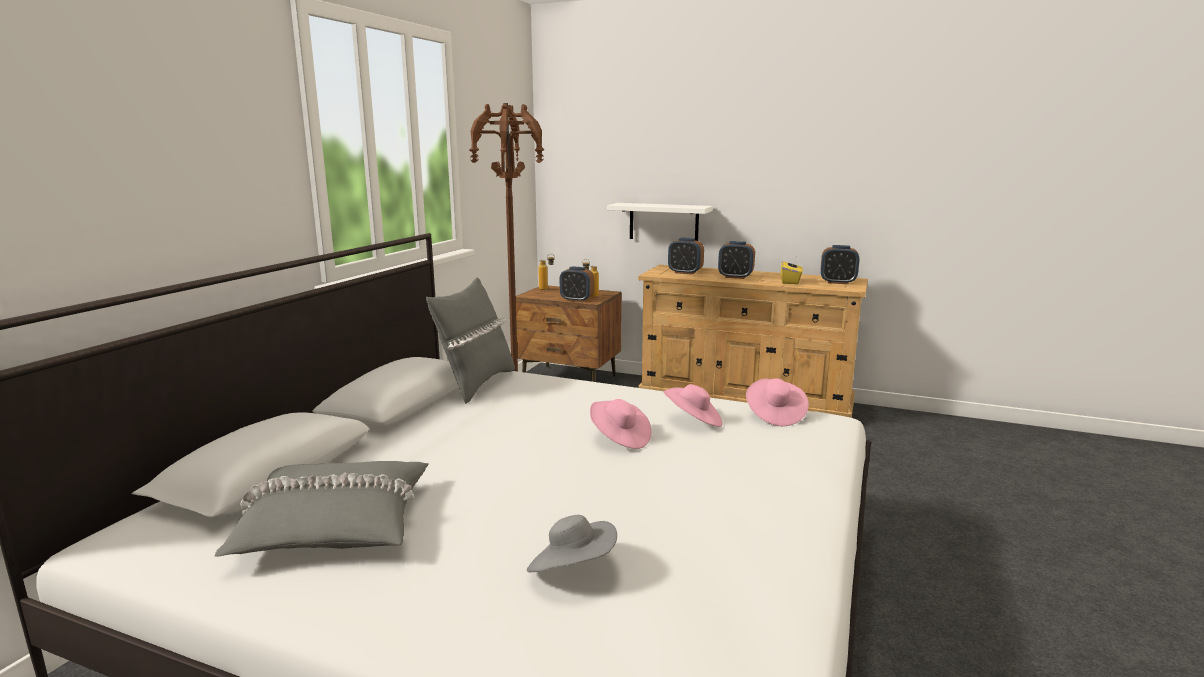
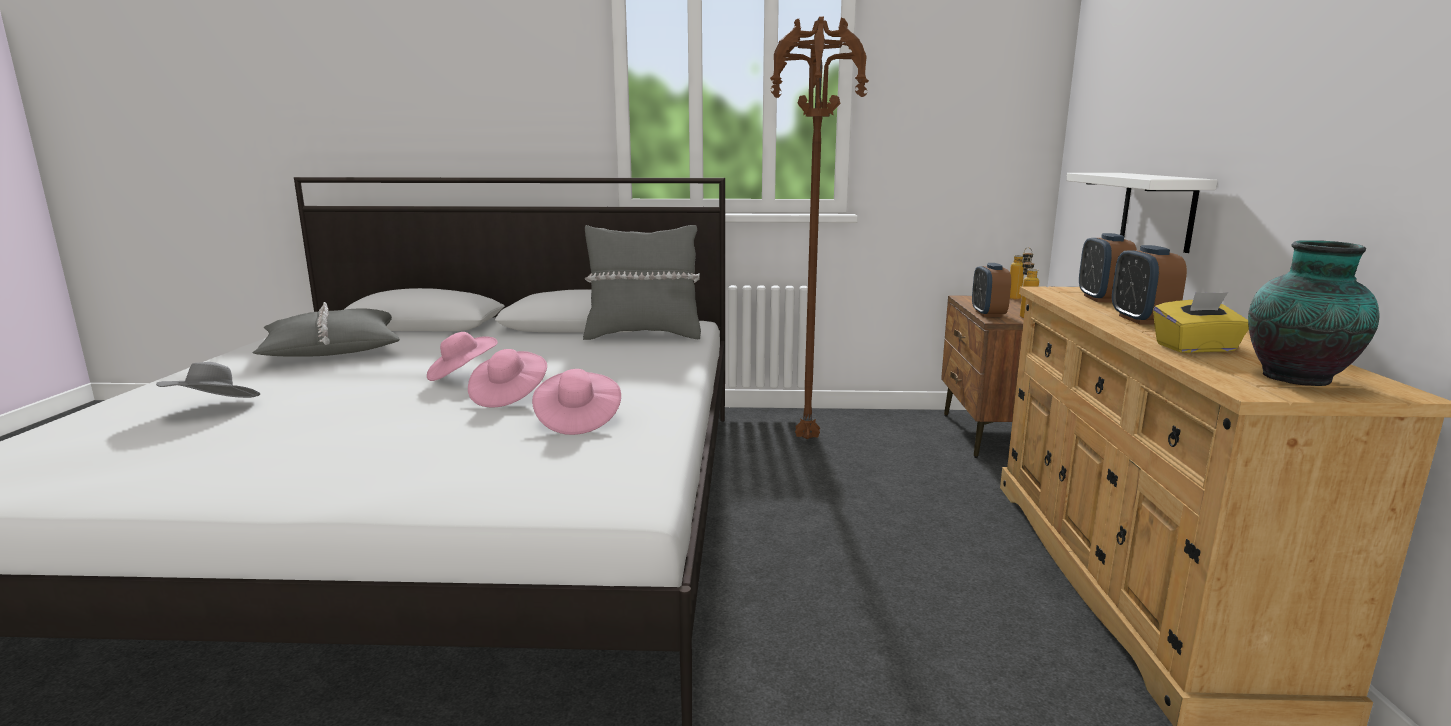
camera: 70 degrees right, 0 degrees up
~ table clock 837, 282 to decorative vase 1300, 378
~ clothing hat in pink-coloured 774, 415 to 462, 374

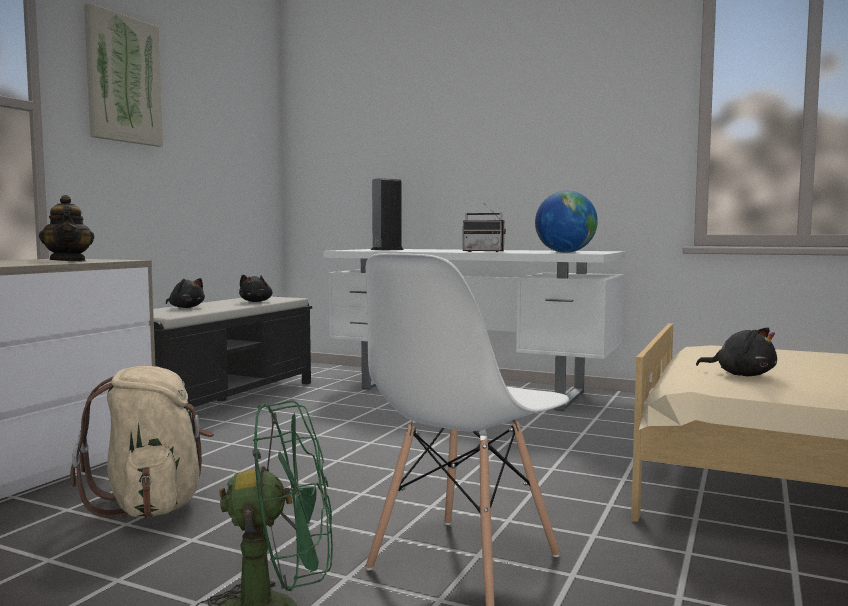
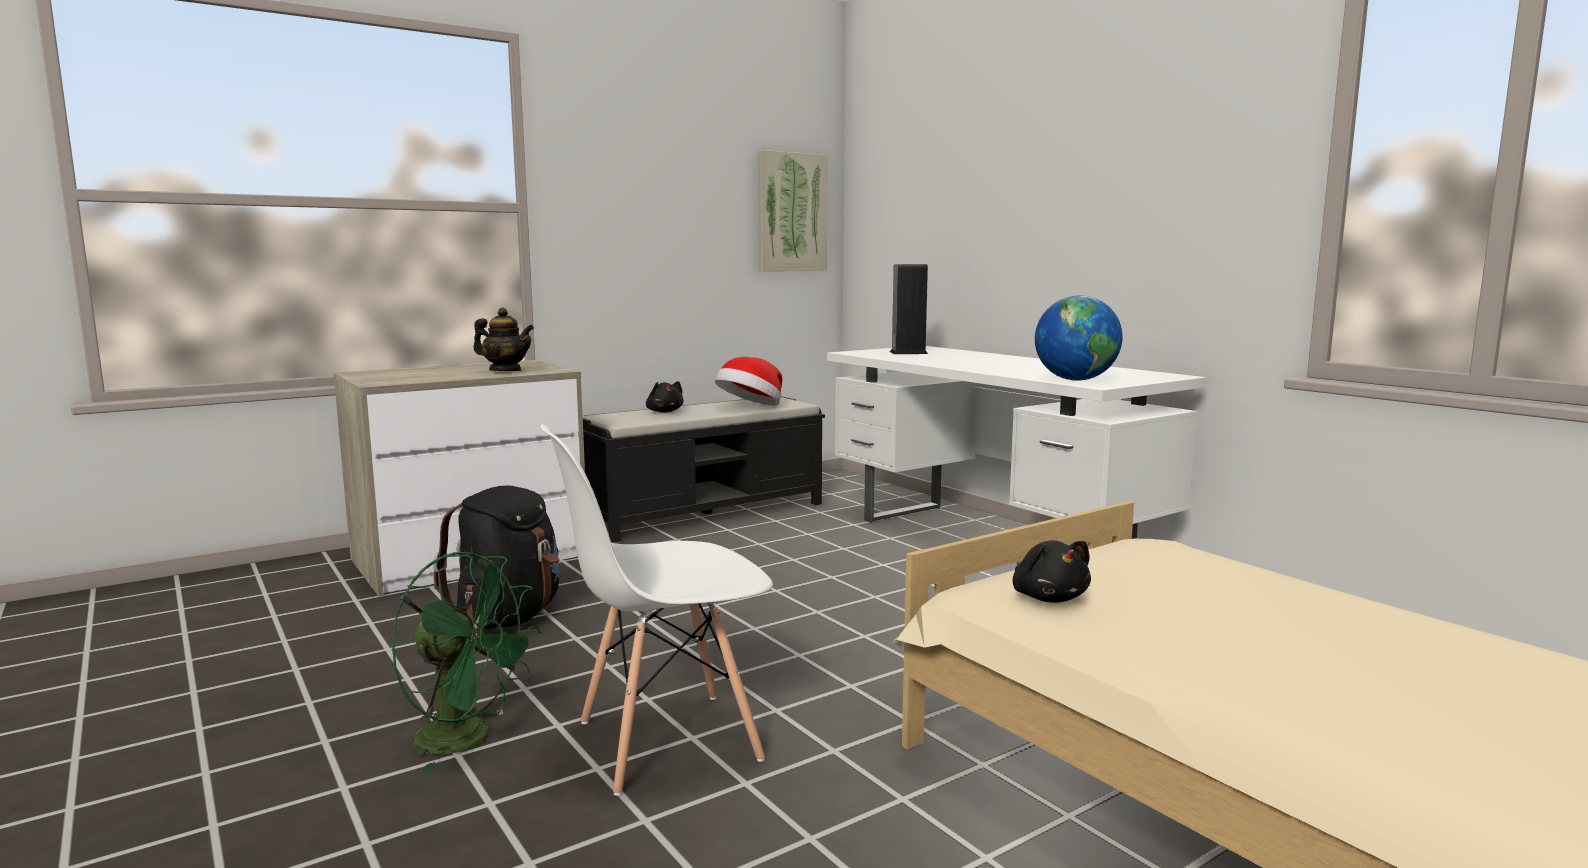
camera: 30 degrees right, 5 degrees up
~ picture 123, 79 to 791, 212
~ teapot 68, 261 = 505, 371 75 degrees counterclockwise
- radio receiver 485, 251
~ plush toy in black-coloured 256, 301 to clothing hat 750, 407
~ rucksack in beige-coloured 152, 505 to rucksack in black-coloured 509, 617

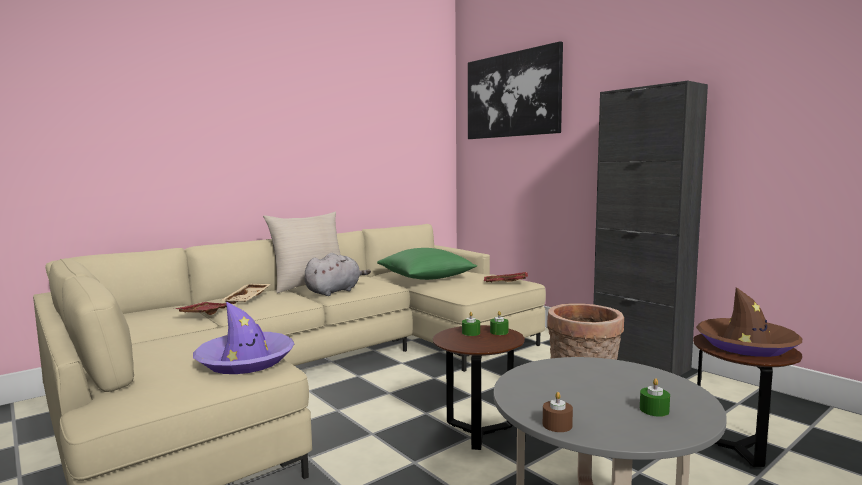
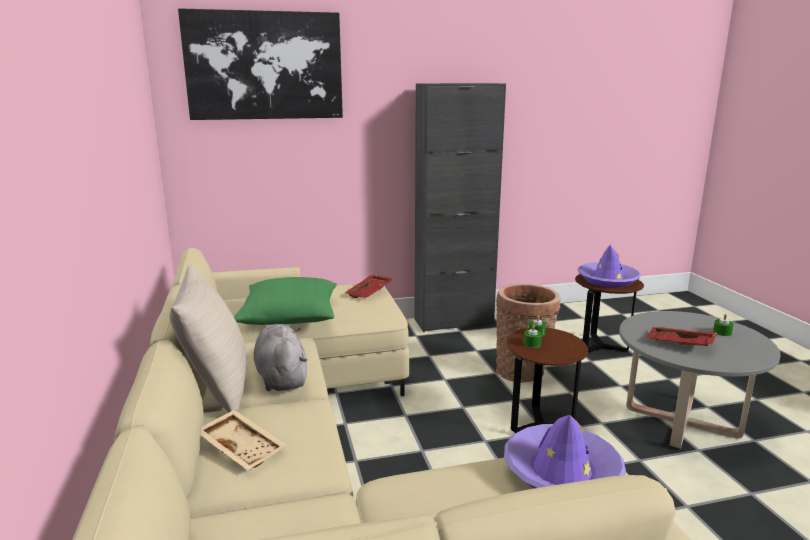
camera: 65 degrees left, 10 degrees up
~ clothing hat in brown-coloured 746, 345 to clothing hat in purple-coloured 607, 280
~ tray in reddish 203, 314 to 679, 344
- wax candle in brown-coloured 557, 425

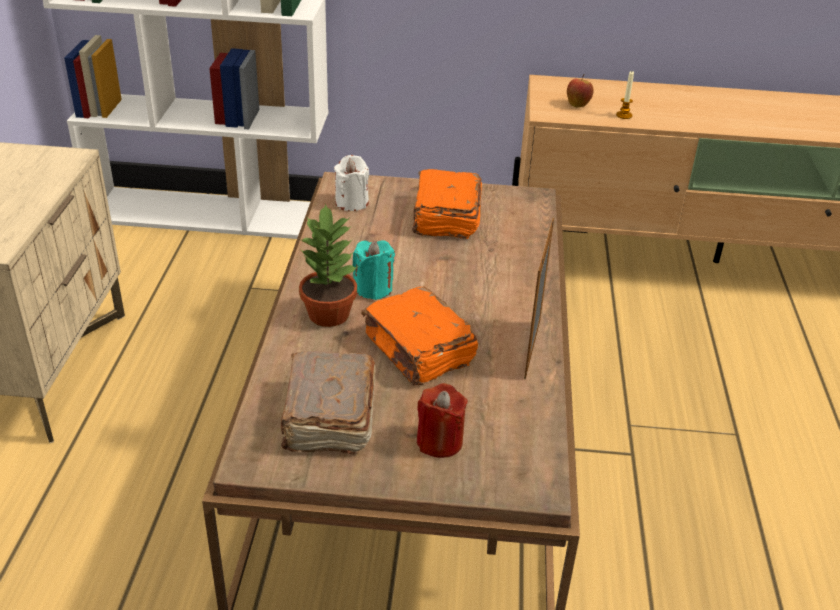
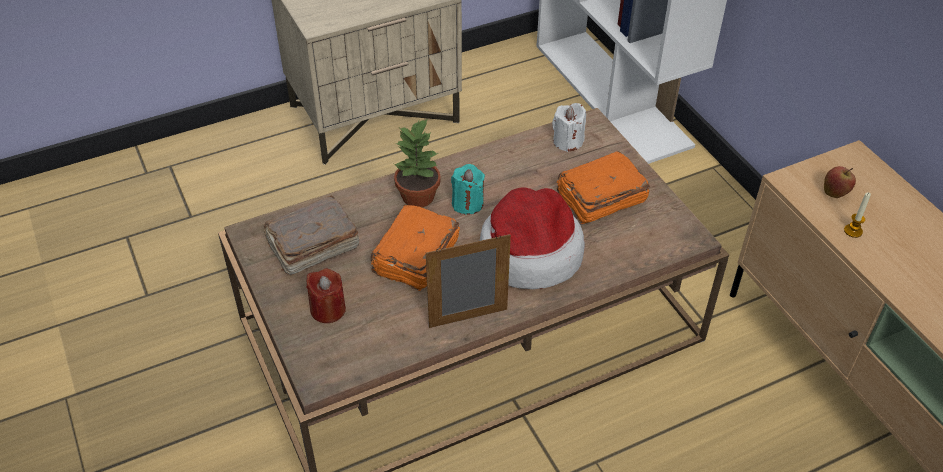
camera: 60 degrees right, 10 degrees up
+ clothing hat 529, 253

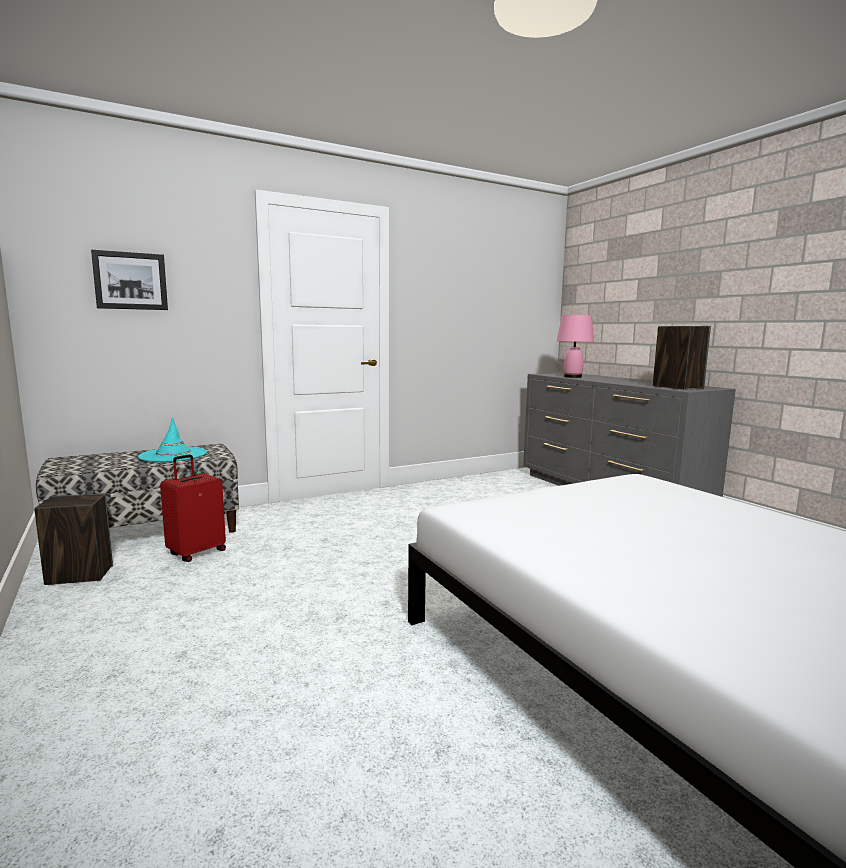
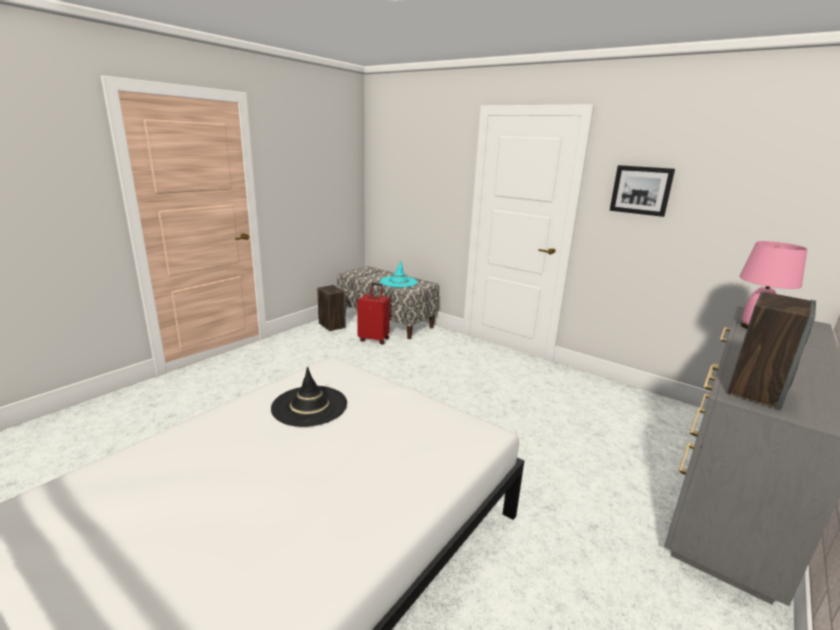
camera: 65 degrees right, 10 degrees up
~ picture 130, 281 to 641, 190
+ clothing hat in black-coloured 309, 406

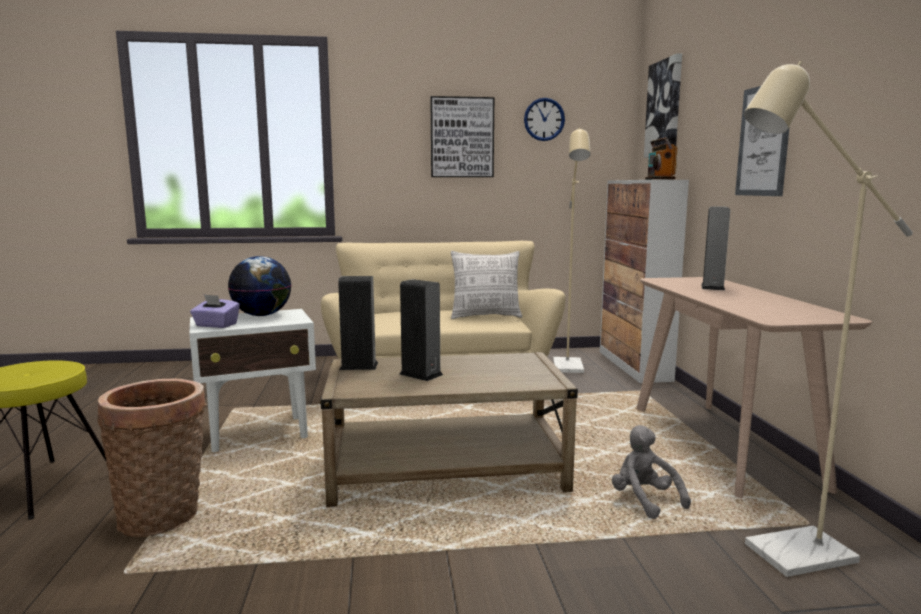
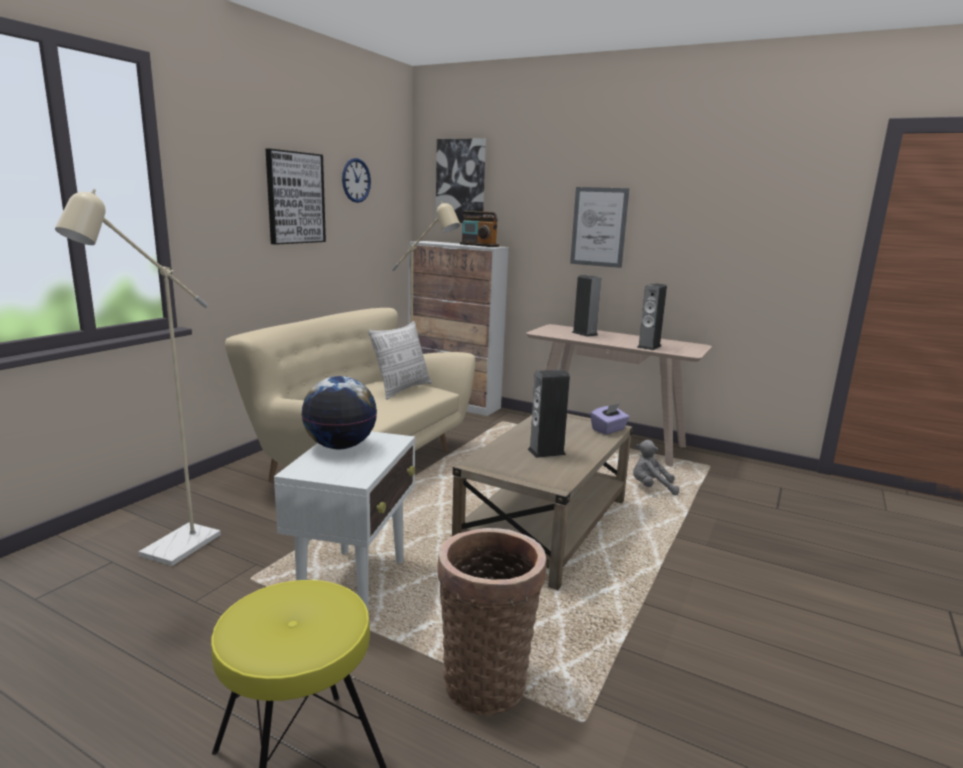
camera: 55 degrees left, 5 degrees up
~ standard lamp in beige-coloured 785, 556 to 170, 552
~ speaker 359, 366 to 649, 347
~ box of tissues in purple-coloured 216, 325 to 608, 430

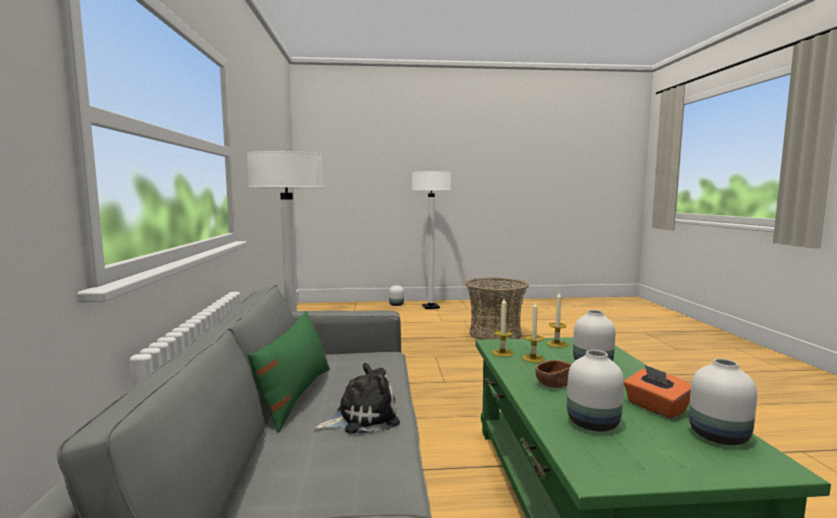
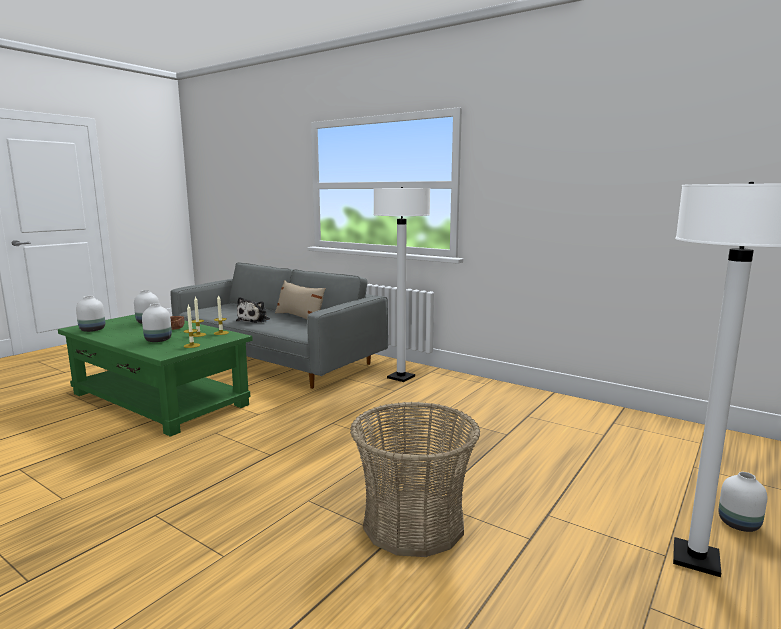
camera: 130 degrees right, 5 degrees up
~ throw pillow in greenish 295, 395 to throw pillow in beige-coloured 300, 318
- box of tissues in orangey 655, 408

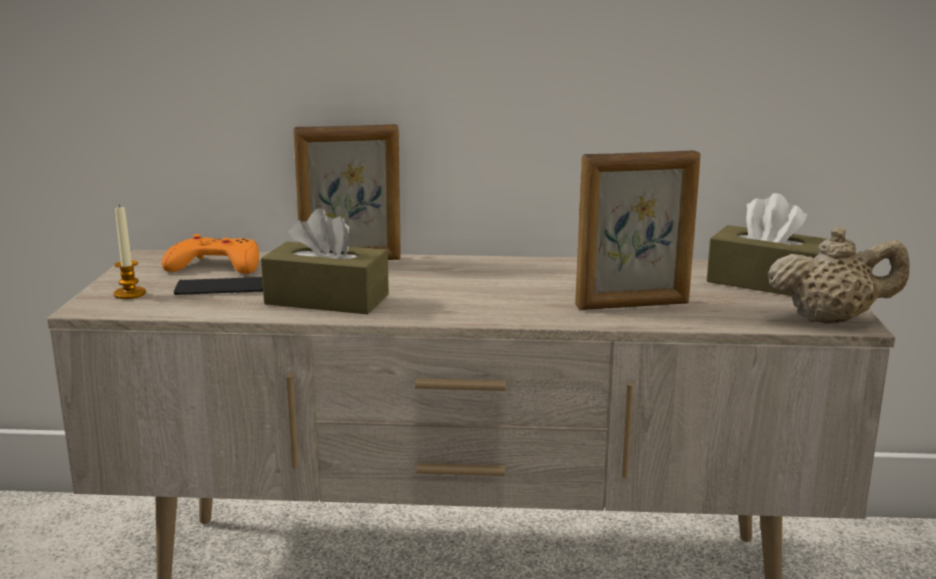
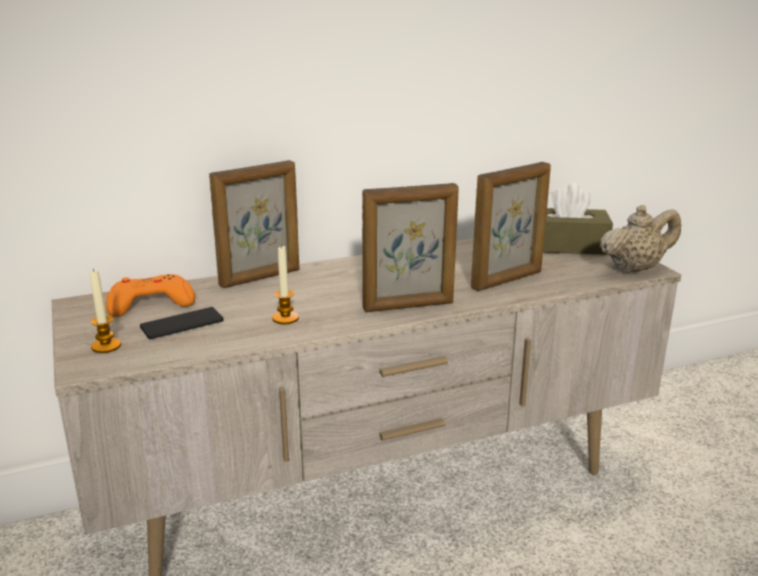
camera: 25 degrees left, 5 degrees up
~ box of tissues in brown-coloured 327, 300 to wax candle 285, 318
+ photo frame 409, 306

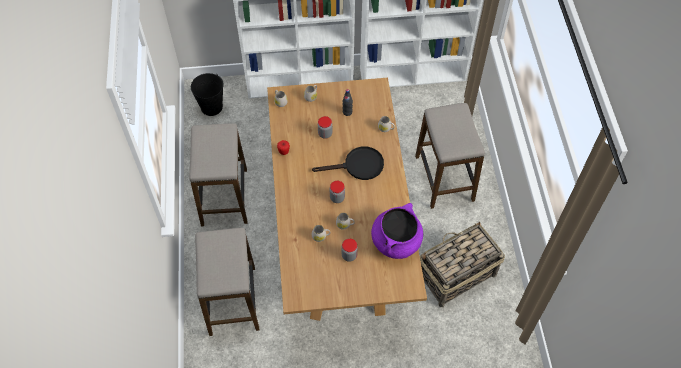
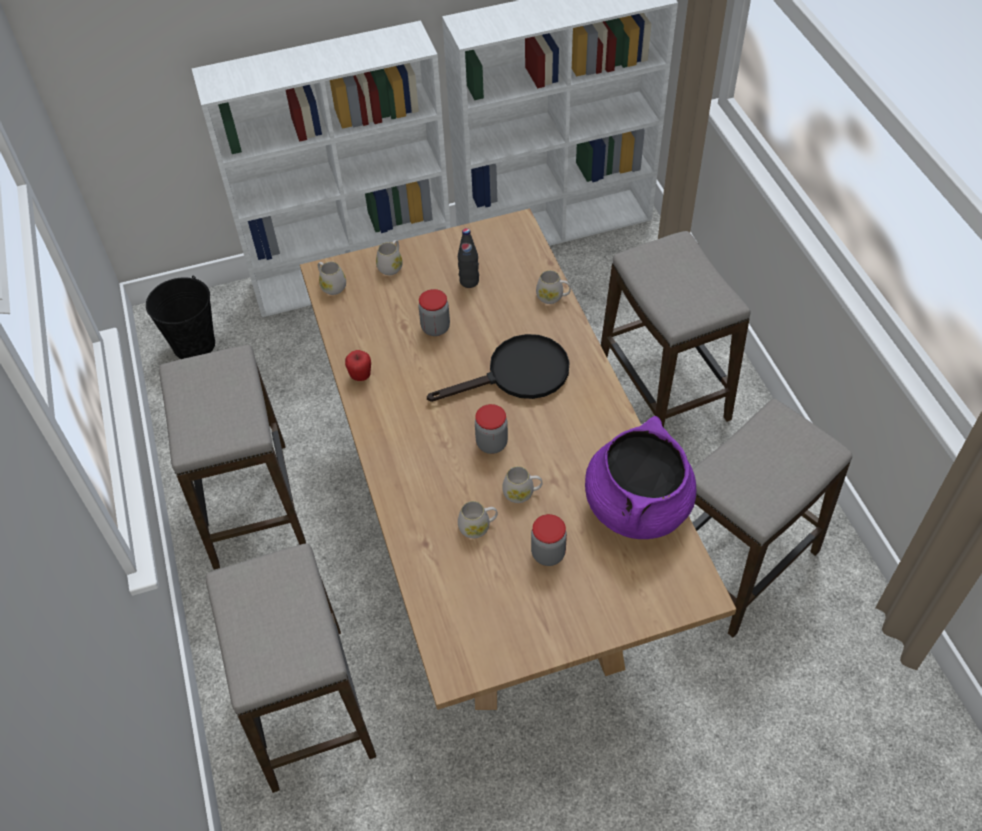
camera: 10 degrees left, 5 degrees down
~ storage basket 456, 275 to stool 739, 563

